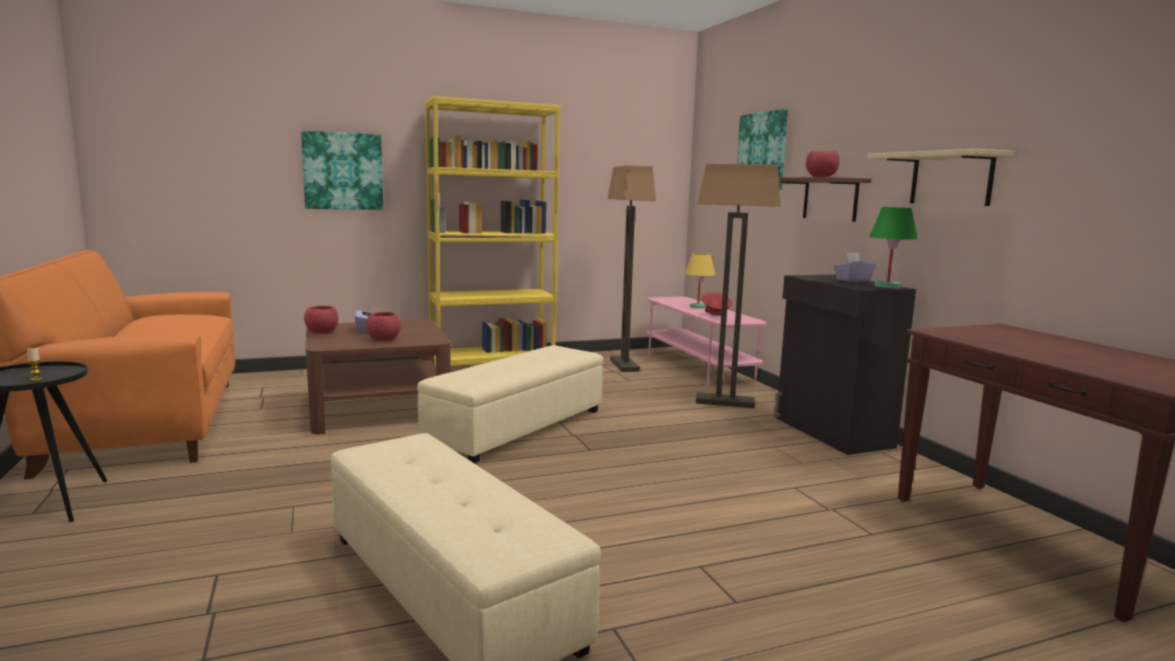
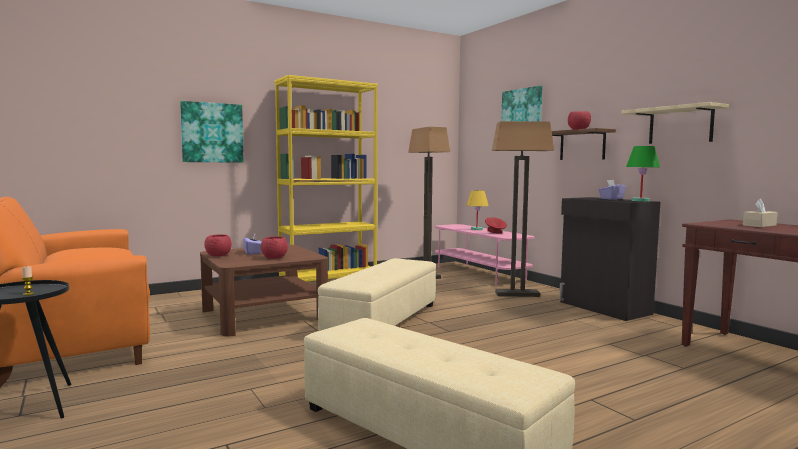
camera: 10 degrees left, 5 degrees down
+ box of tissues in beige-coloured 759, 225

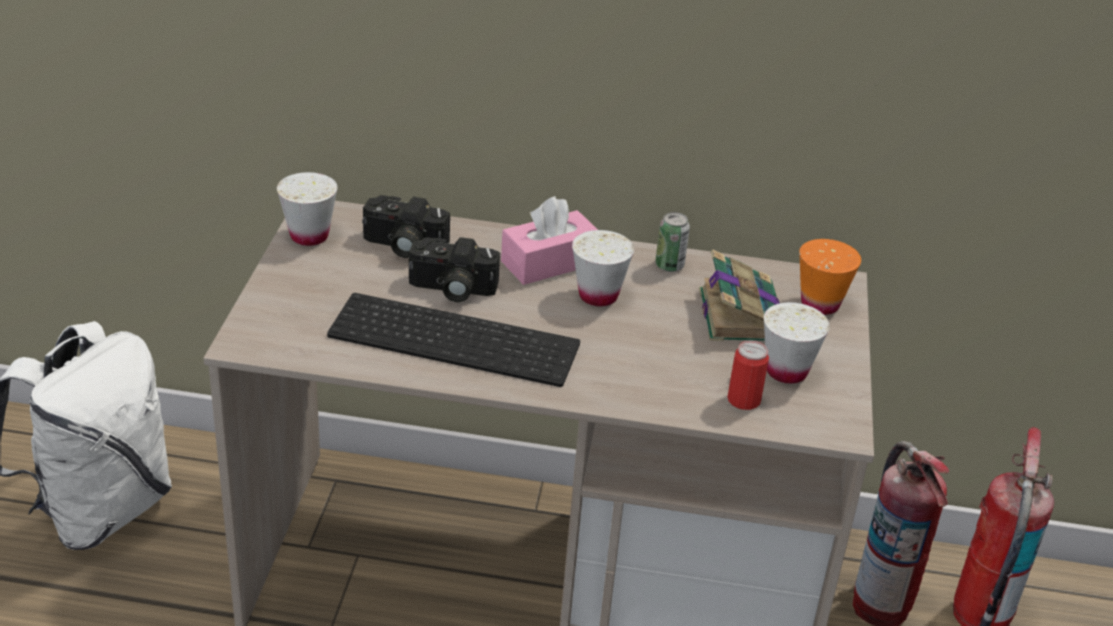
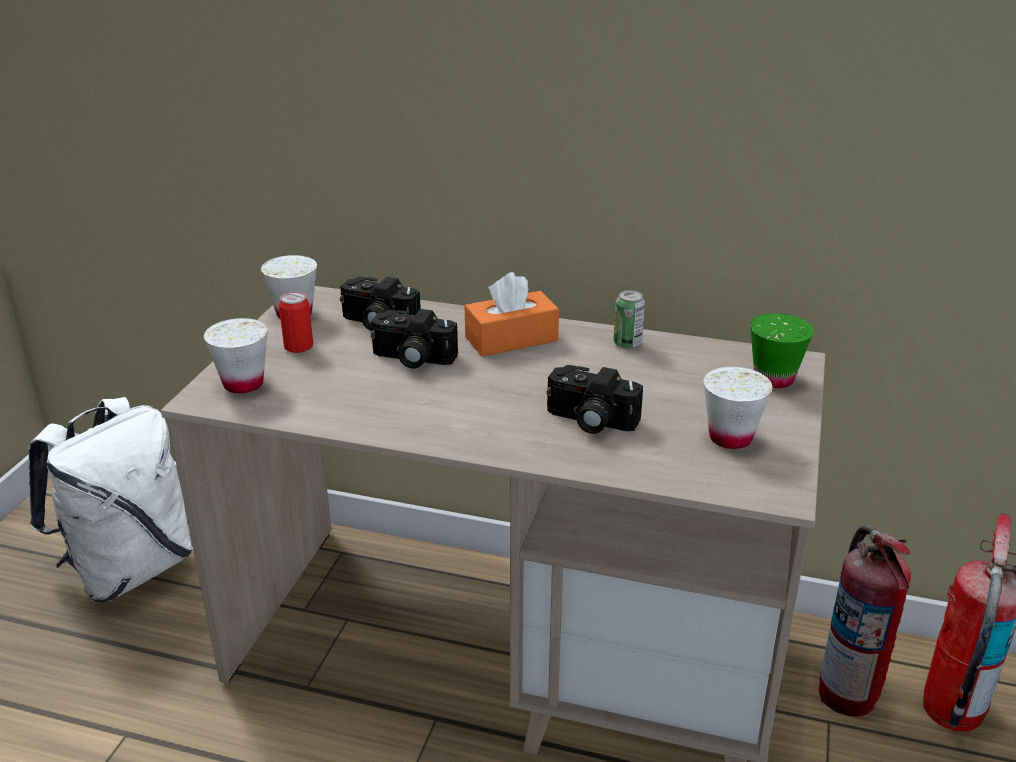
camera: 10 degrees right, 5 degrees down
~ box of tissues in pink-coloured 549, 263 to box of tissues in orangey 511, 339
~ small cup in whitish 598, 296 to 243, 384
~ small cup in orangey 820, 304 to small cup in greenish 773, 379
- book 740, 313
- PC keyboard 458, 338
~ can 744, 400 to 298, 346
+ still camera 589, 421

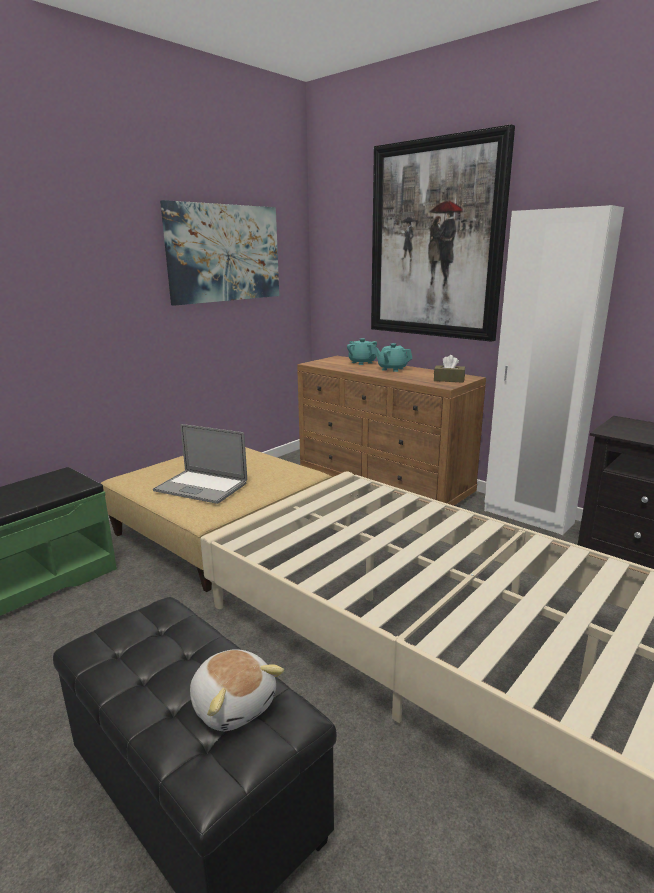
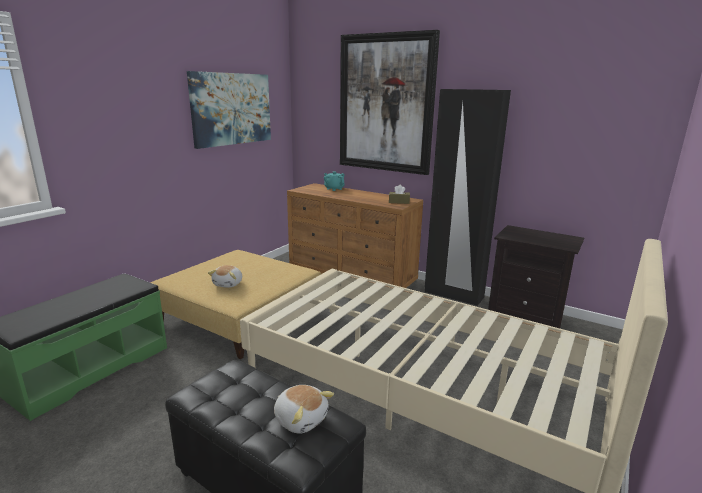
camera: 10 degrees left, 0 degrees up
~ wardrobe in whitish 527, 517 to wardrobe in black-coloured 453, 295
- teapot in blue-green 392, 369
~ notebook computer 201, 487 to plush toy 228, 284

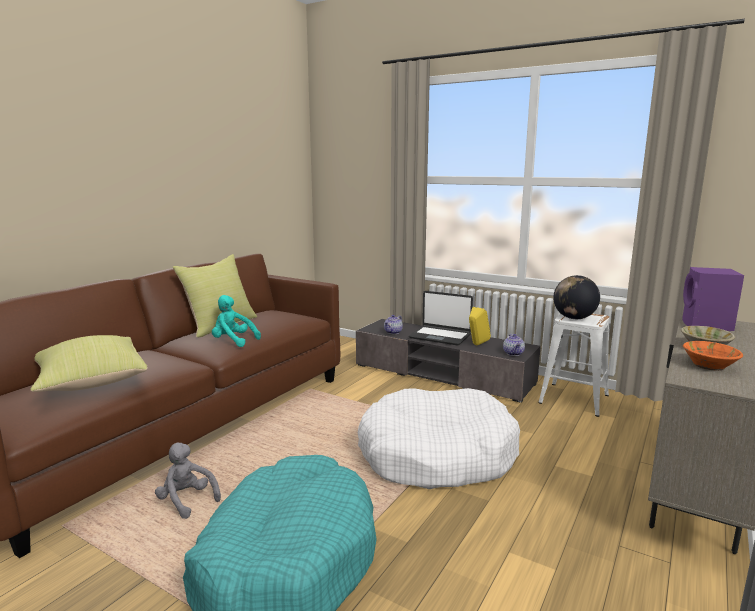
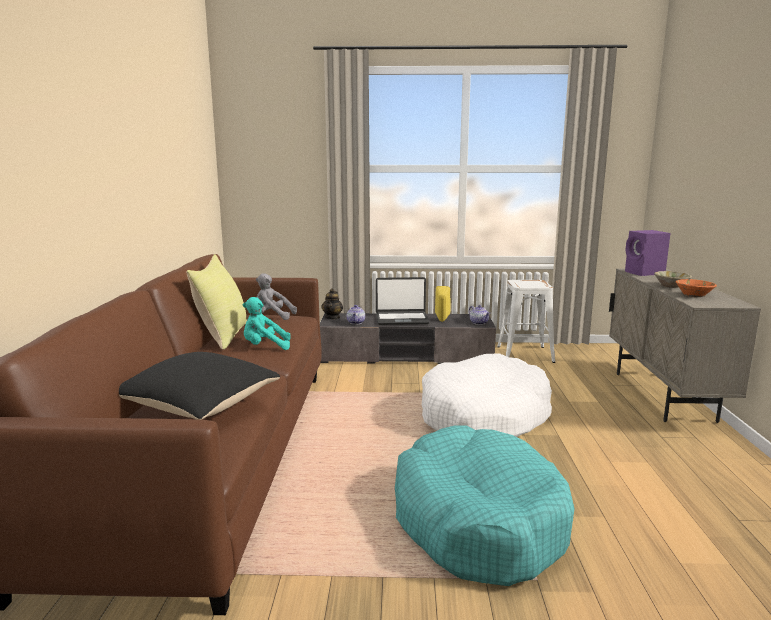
camera: 30 degrees left, 0 degrees up
- globe 574, 318
~ throw pillow in yellow 90, 382 to throw pillow in black-coloured 195, 408
~ plush toy in gray 187, 501 to 272, 317
+ teapot 332, 317

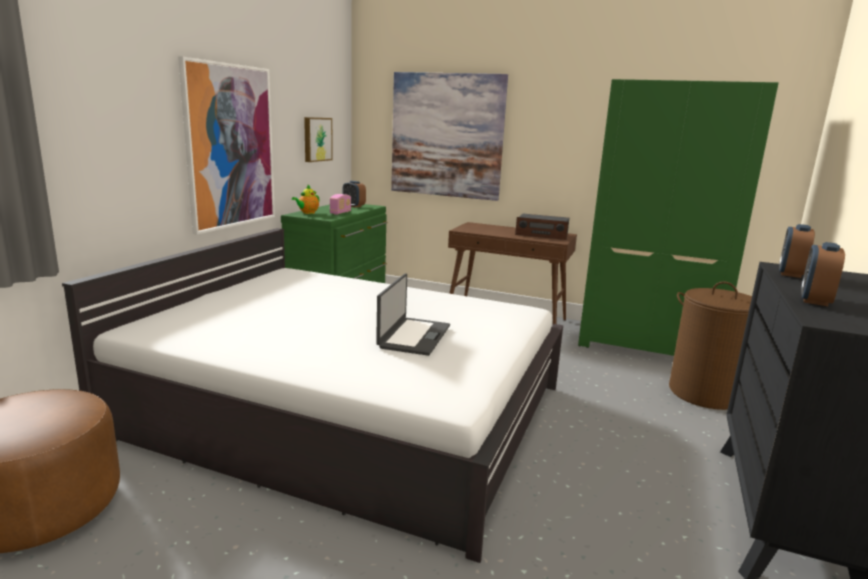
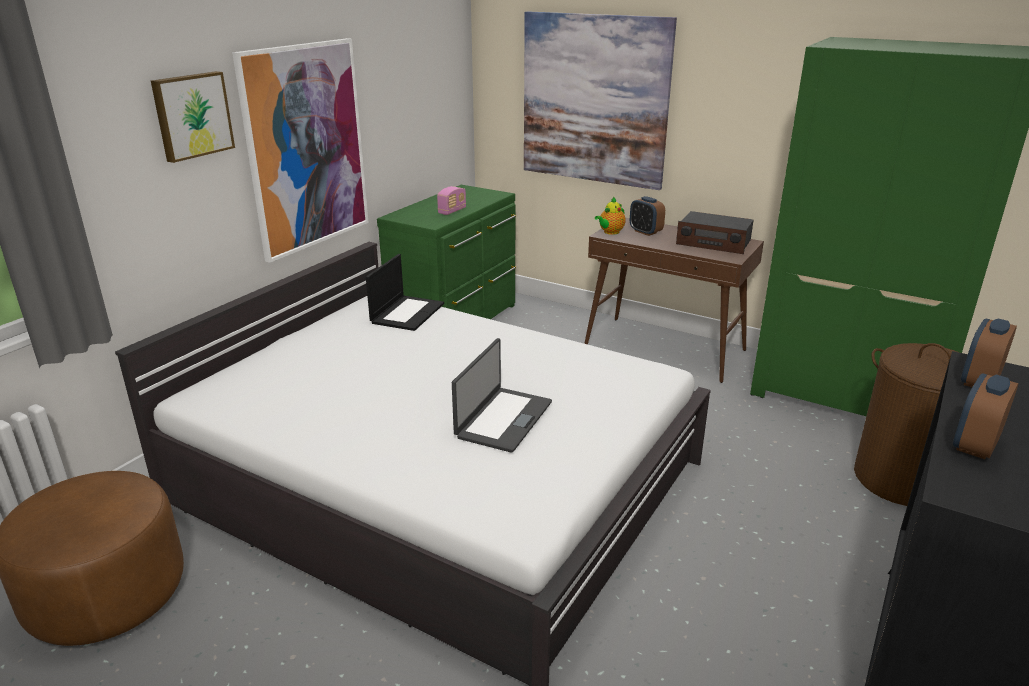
camera: 10 degrees right, 10 degrees up
~ picture 316, 139 to 192, 115
~ table clock 353, 206 to 645, 232
~ teapot 307, 213 to 610, 232
+ notebook computer 407, 313

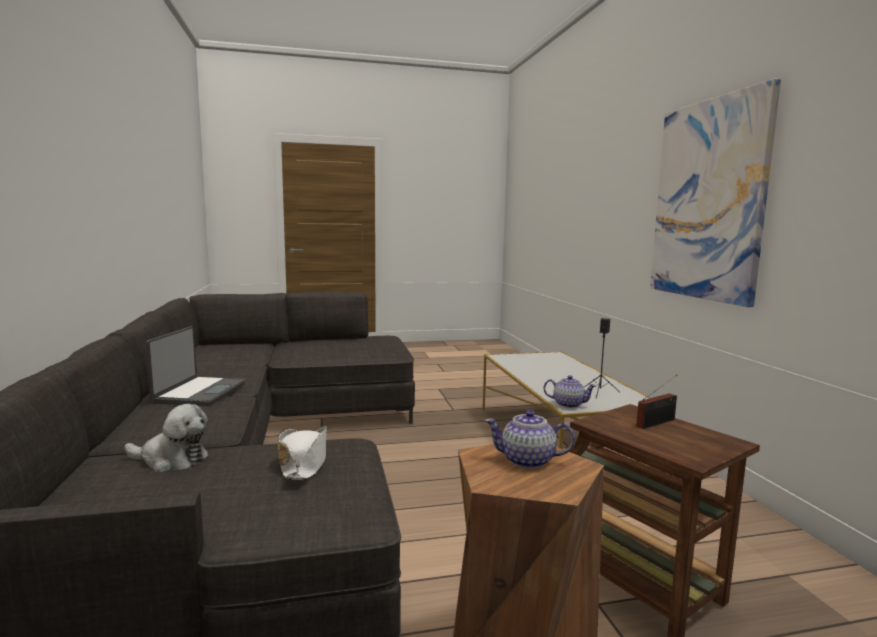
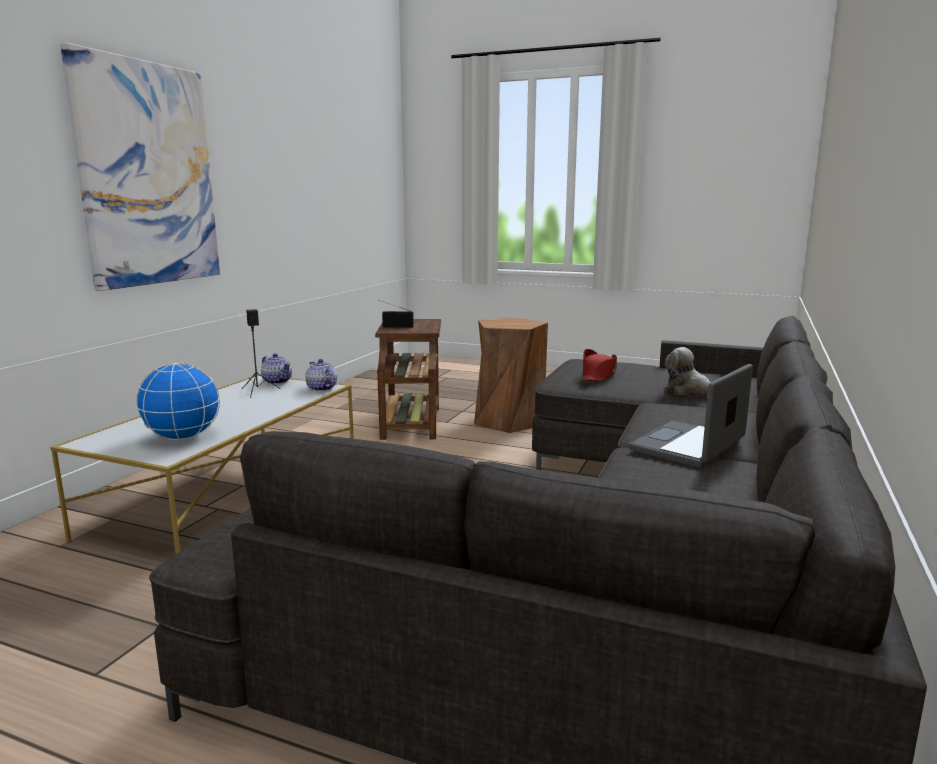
camera: 145 degrees left, 5 degrees up
~ teapot 528, 461 to 277, 381
~ clothing hat in whitish 303, 463 to clothing hat in reddish 598, 375
+ globe 182, 438

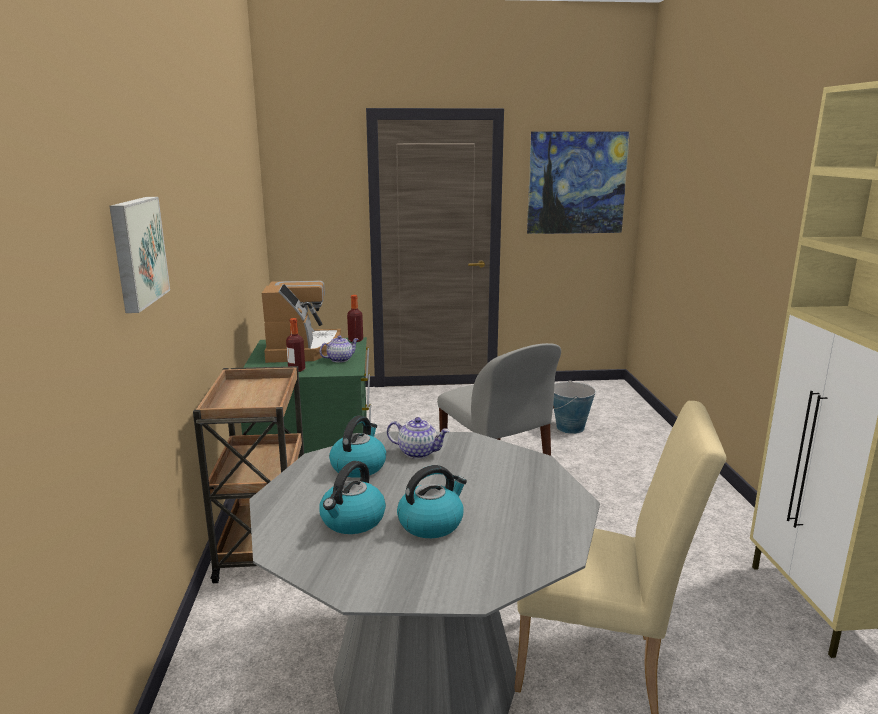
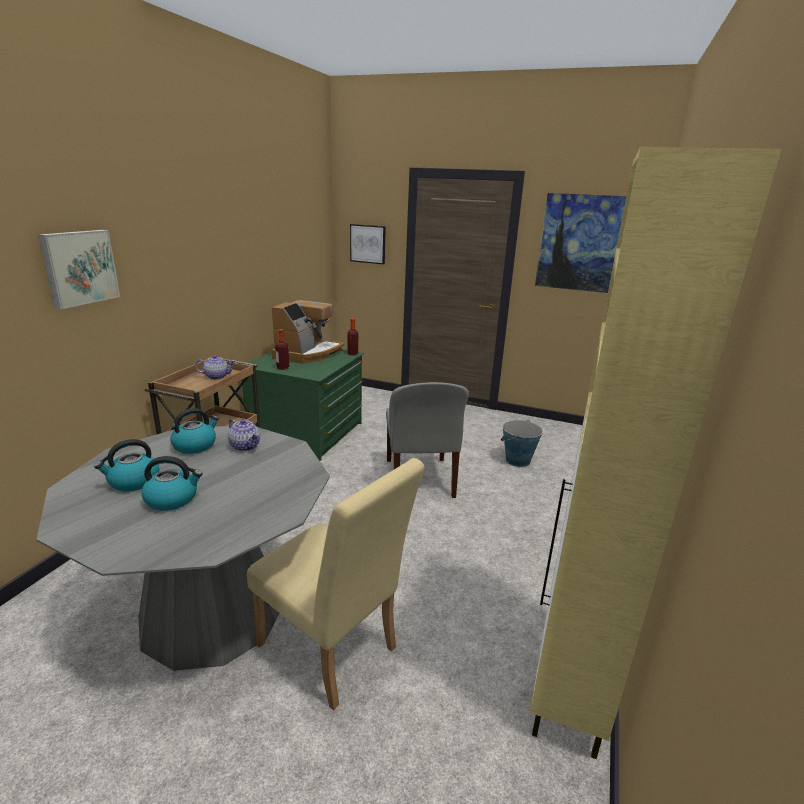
camera: 25 degrees right, 5 degrees up
~ teapot 340, 359 to 217, 376
+ picture 368, 244

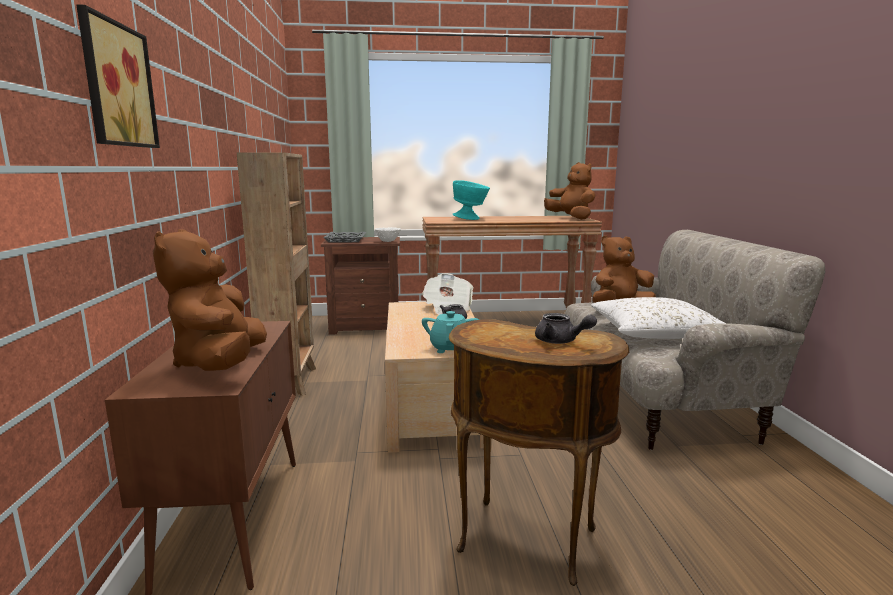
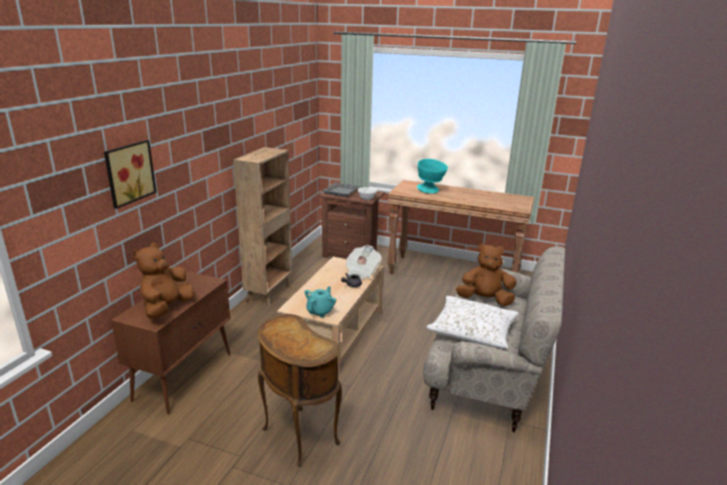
camera: 25 degrees right, 10 degrees up
- plush toy in brown-coloured 571, 218
- teapot in gray 560, 341

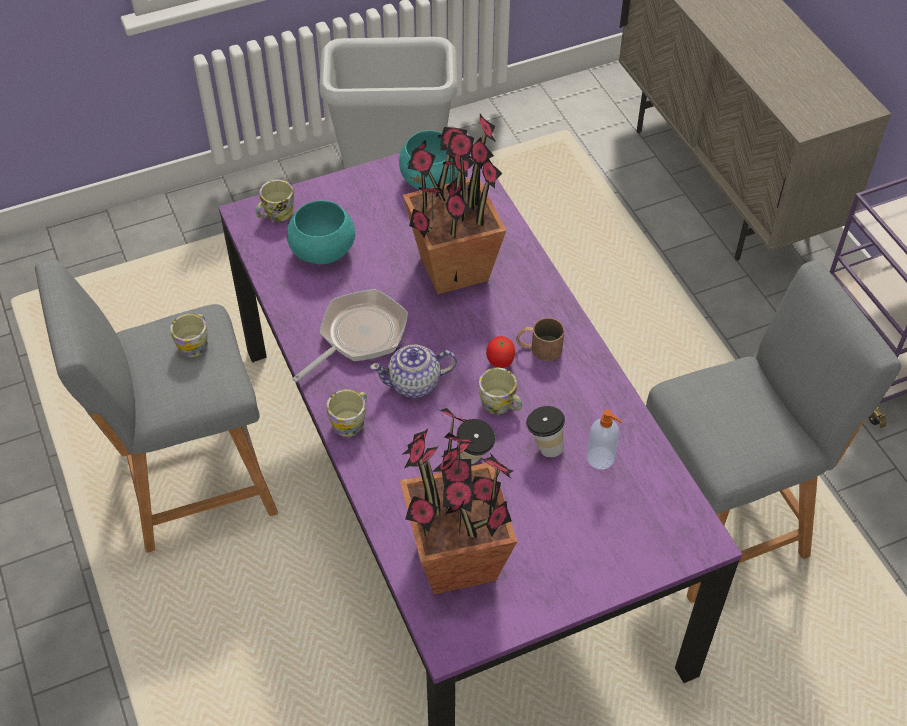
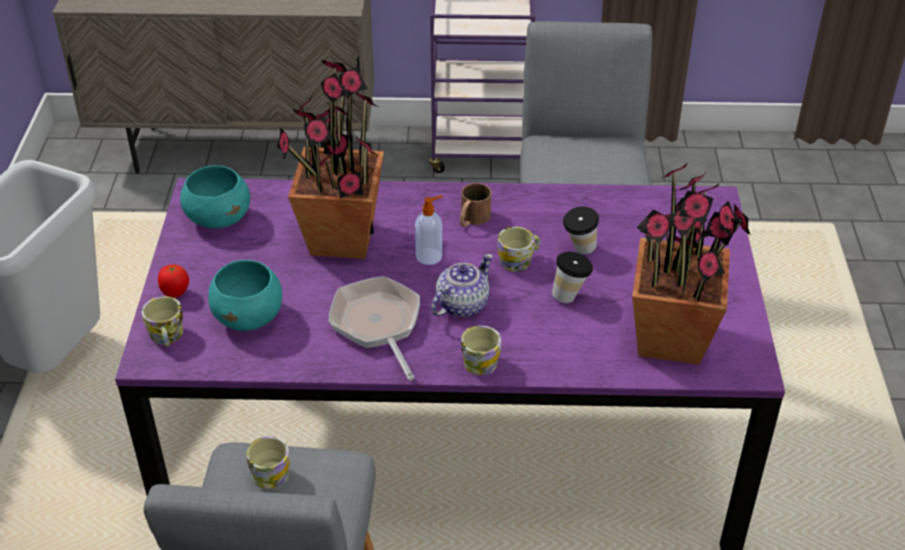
camera: 65 degrees left, 10 degrees down
~ fresh tomato 500, 363 to 175, 293
~ teapot 415, 383 = 461, 305 150 degrees counterclockwise
~ soap bottle 601, 459 to 430, 256

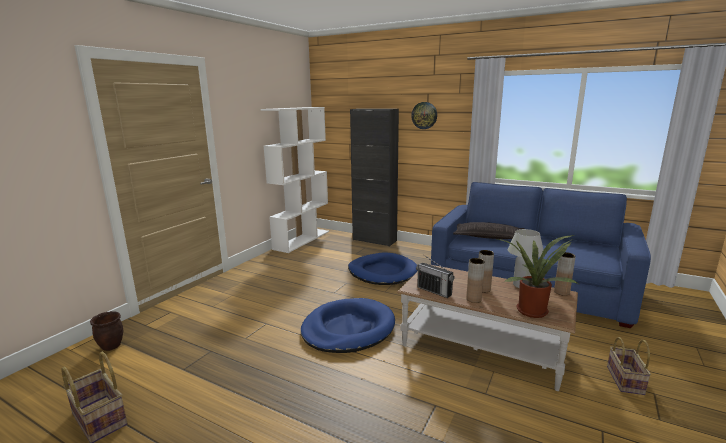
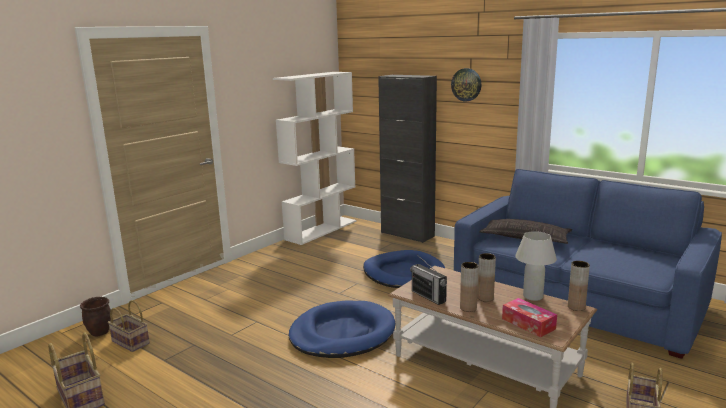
camera: 10 degrees right, 0 degrees up
~ plant in a pot 532, 310 to box of tissues 528, 324
+ storage basket 129, 342

